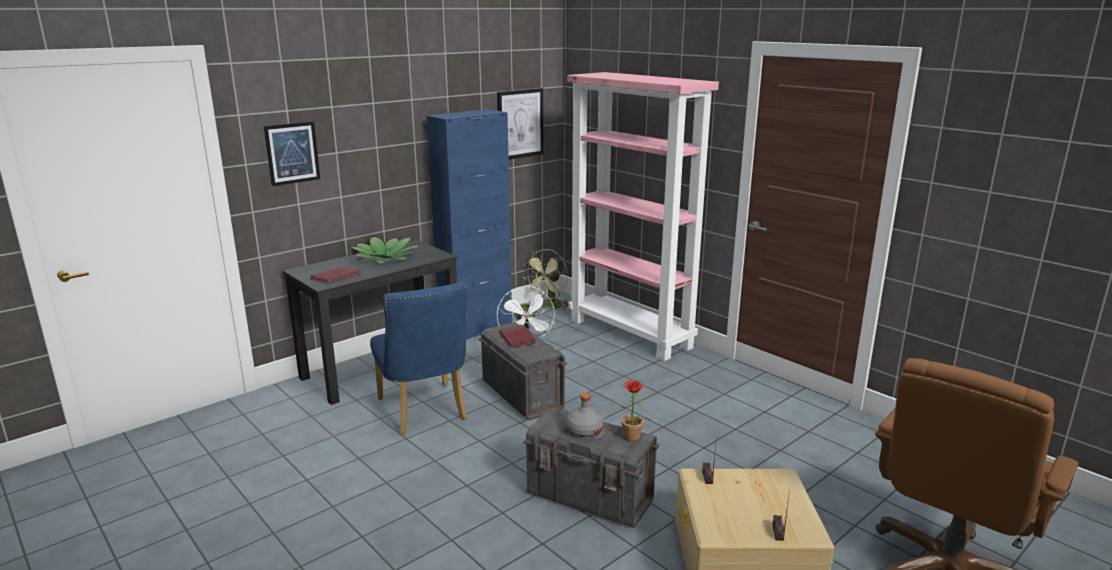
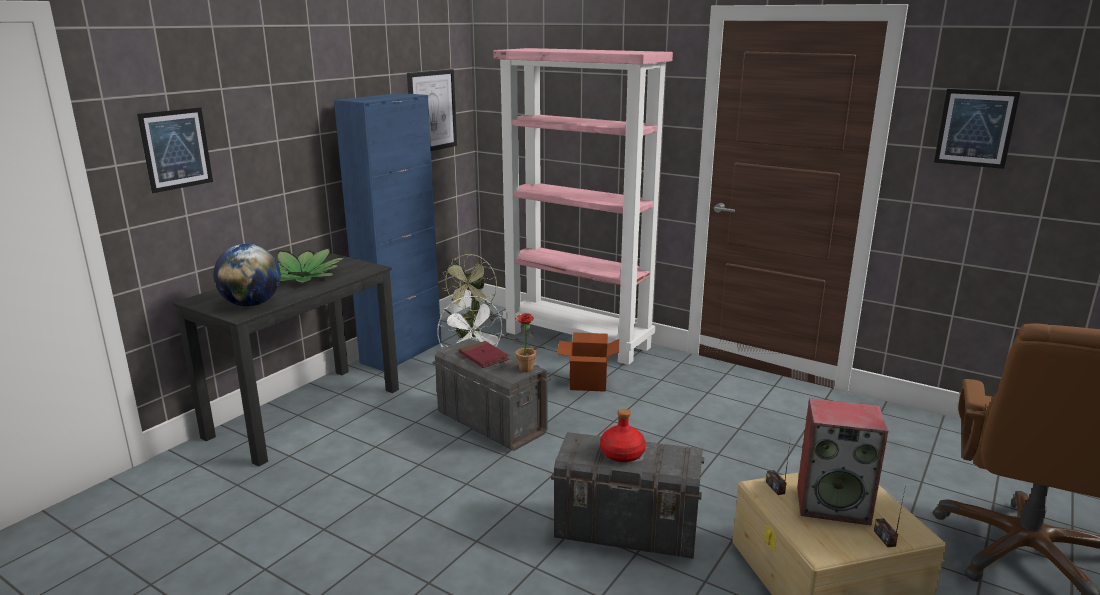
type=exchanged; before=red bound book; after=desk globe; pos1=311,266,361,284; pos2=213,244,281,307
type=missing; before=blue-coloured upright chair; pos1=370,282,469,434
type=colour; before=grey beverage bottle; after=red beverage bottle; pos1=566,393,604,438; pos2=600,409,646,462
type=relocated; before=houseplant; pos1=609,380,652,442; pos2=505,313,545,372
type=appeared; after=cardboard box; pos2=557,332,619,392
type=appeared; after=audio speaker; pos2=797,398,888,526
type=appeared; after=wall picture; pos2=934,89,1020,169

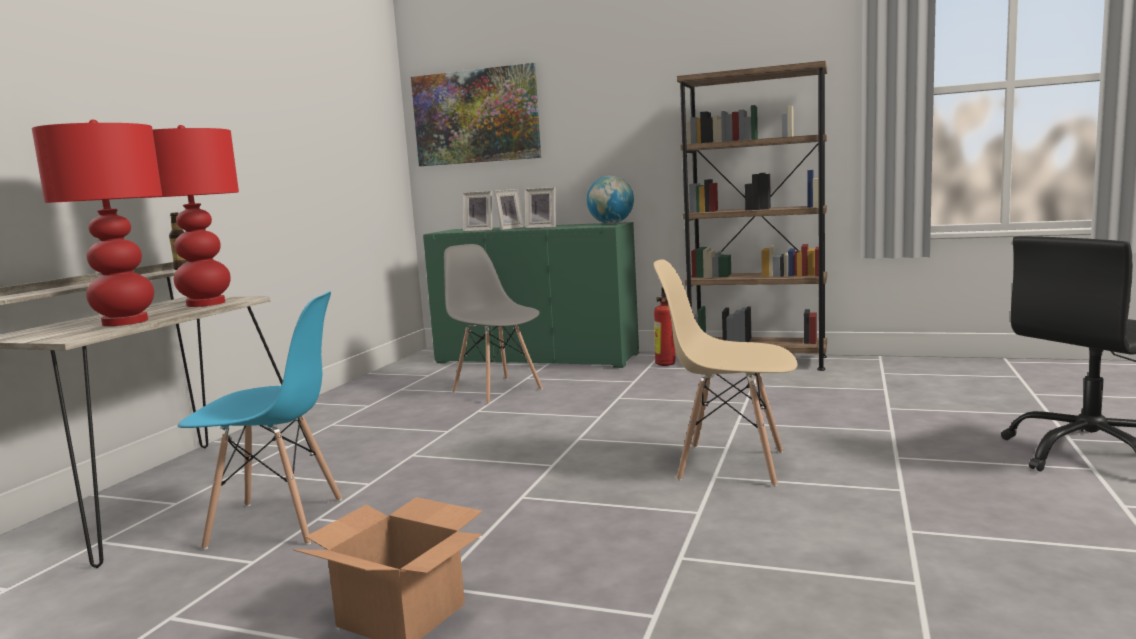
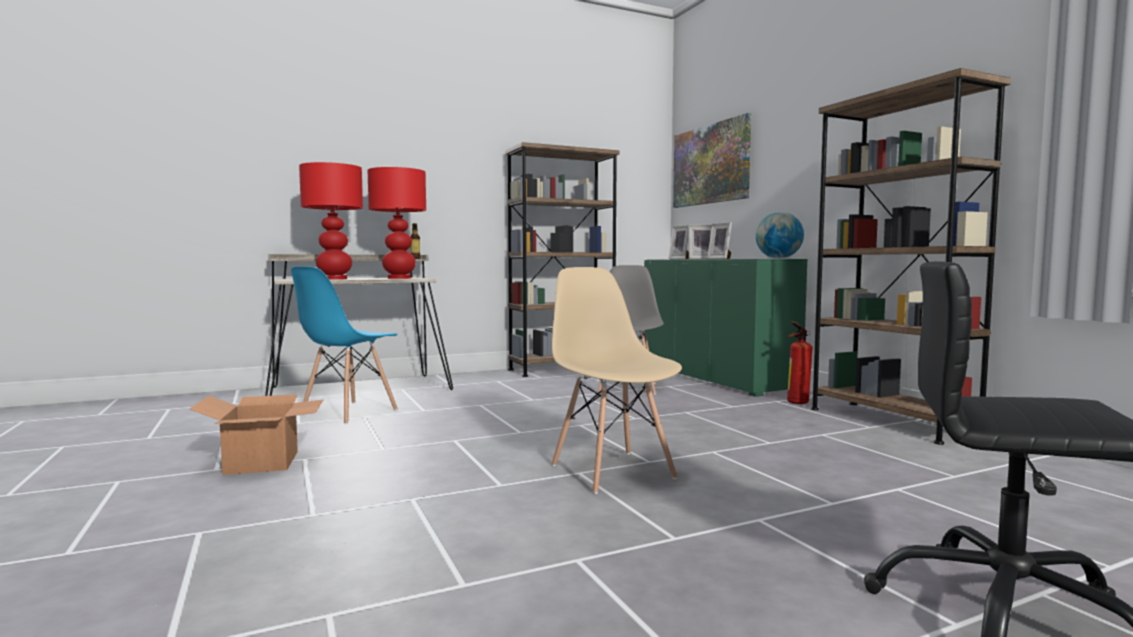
type=spun; before=blue-coloured upright chair; pos1=178,291,342,550; pos2=291,266,398,424; turn=75
type=appeared; after=brown bookcase; pos2=505,142,619,377

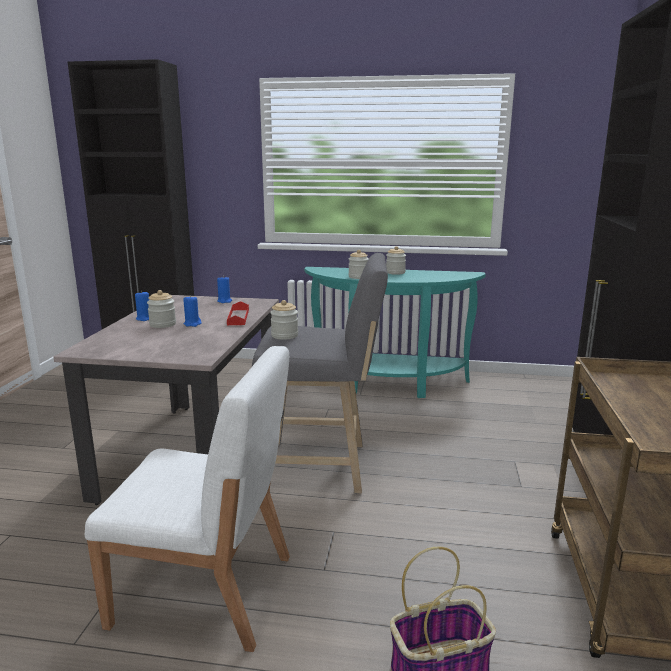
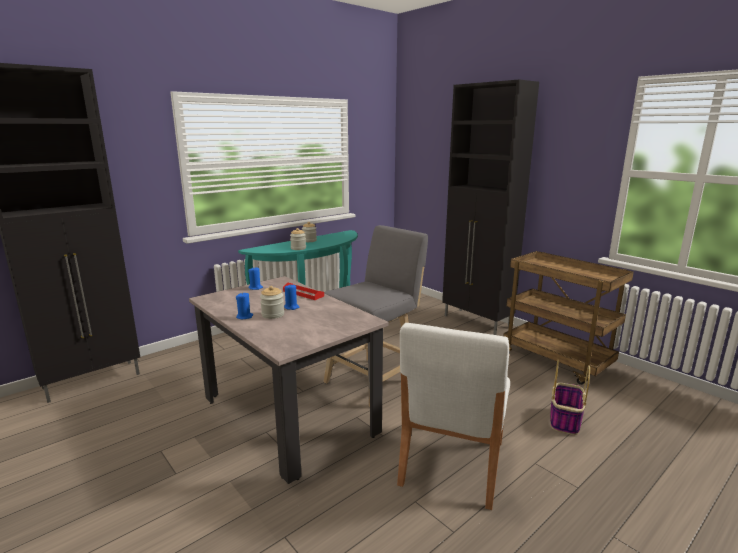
type=spun; before=white-coloured upright chair; pos1=85,346,290,652; pos2=397,323,510,510; turn=150
type=missing; before=preserve jar; pos1=270,300,298,340

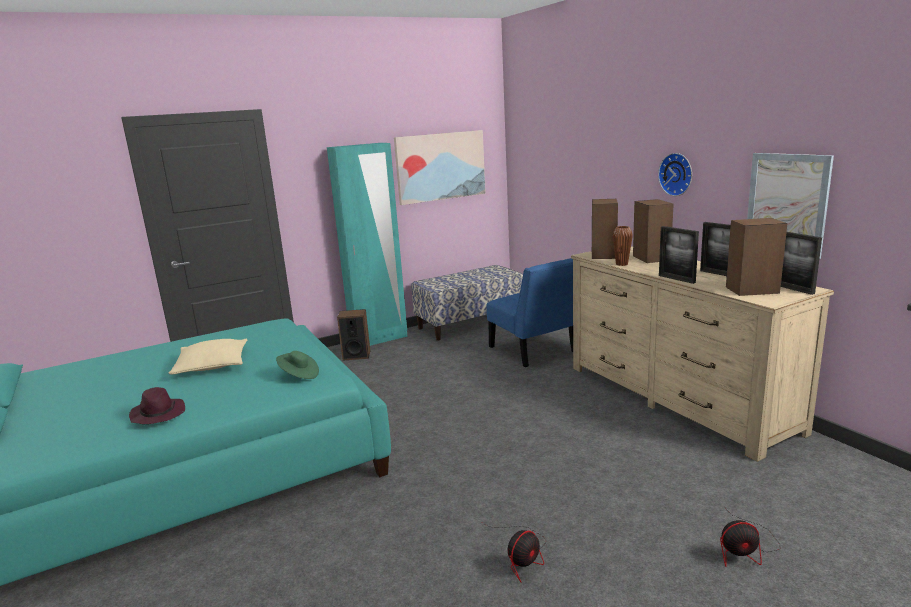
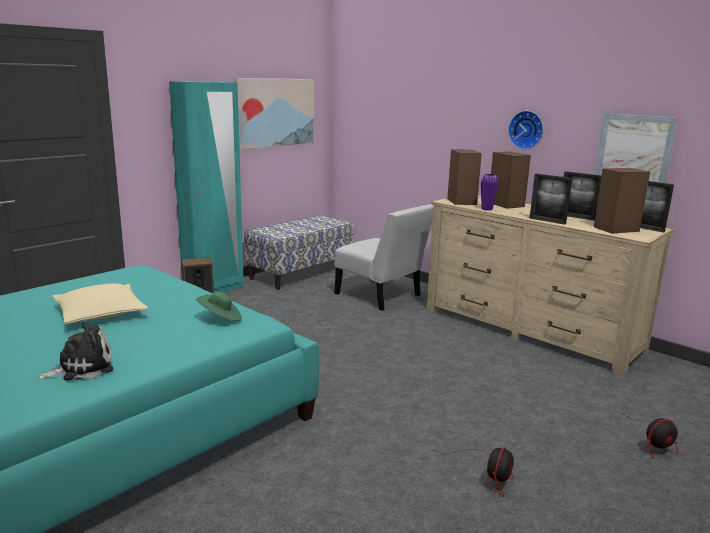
type=exchanged; before=purple wearable hat; after=plush toy; pos1=129,387,185,424; pos2=36,322,113,381
type=colour; before=blue-coloured upright chair; after=white-coloured upright chair; pos1=487,258,573,367; pos2=334,204,434,311
type=colour; before=brown flower vase; after=purple flower vase; pos1=613,226,633,266; pos2=481,174,499,211

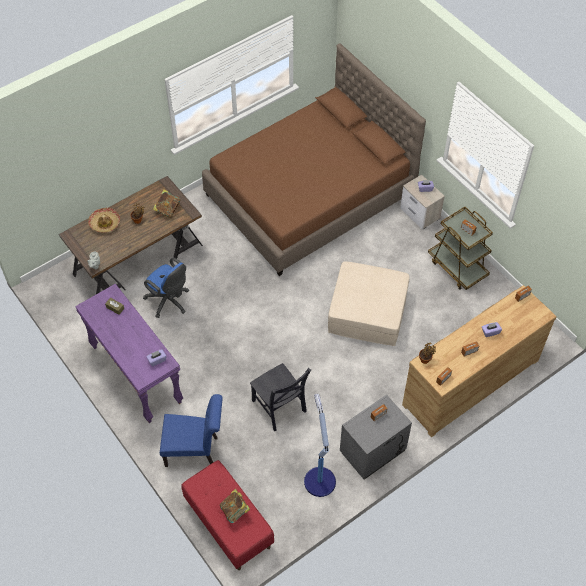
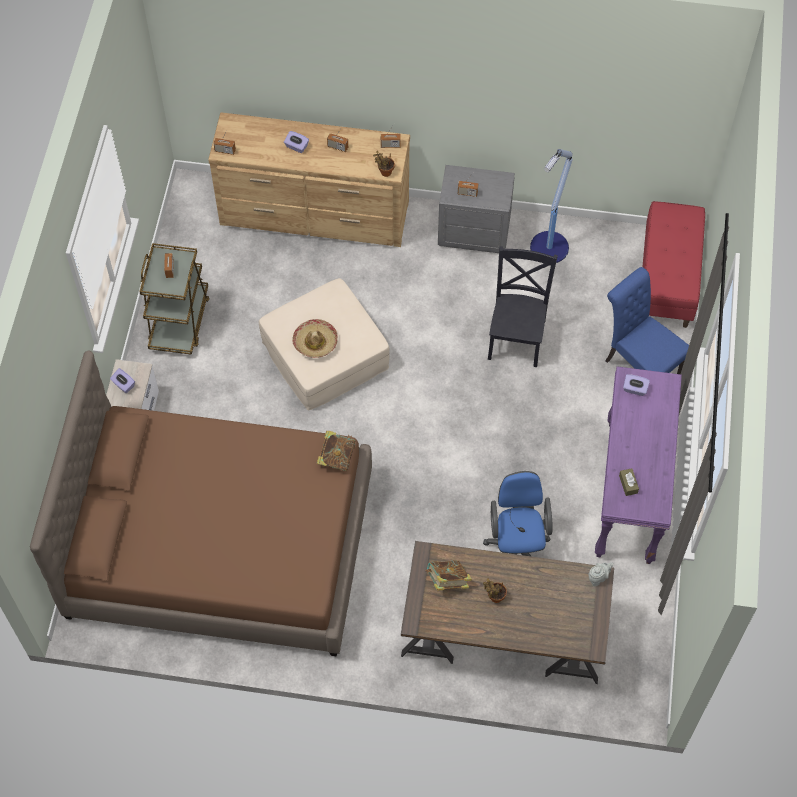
type=relocated; before=wearable hat; pos1=88,208,120,233; pos2=292,319,338,358
type=relocated; before=bound book; pos1=220,489,250,523; pos2=316,431,355,471

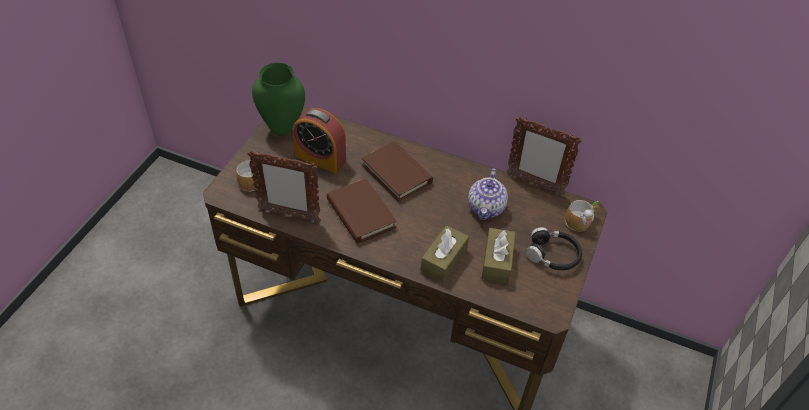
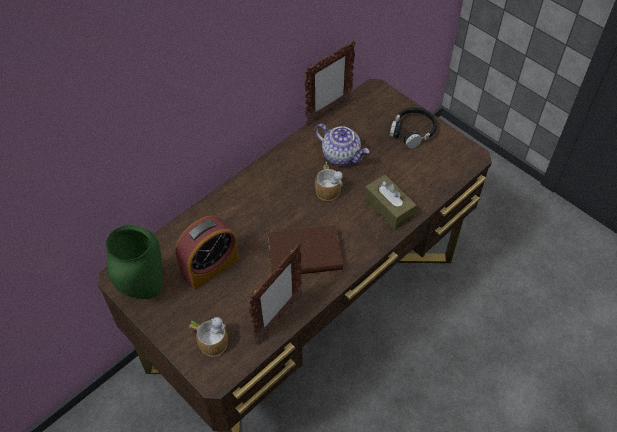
type=missing; before=brown bound book; pos1=362,142,433,202
type=missing; before=brown tissue holder; pos1=481,228,515,284
type=relocated; before=coffee mug; pos1=565,200,599,232; pos2=315,161,343,201

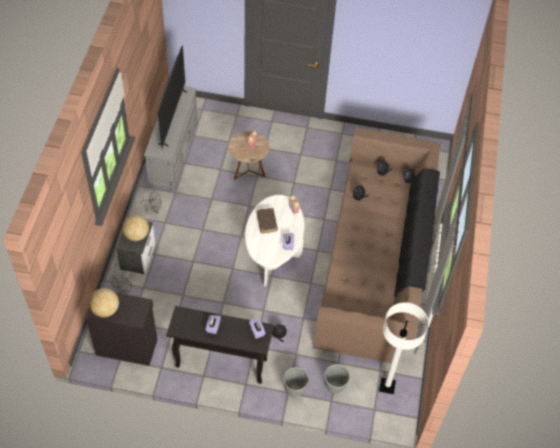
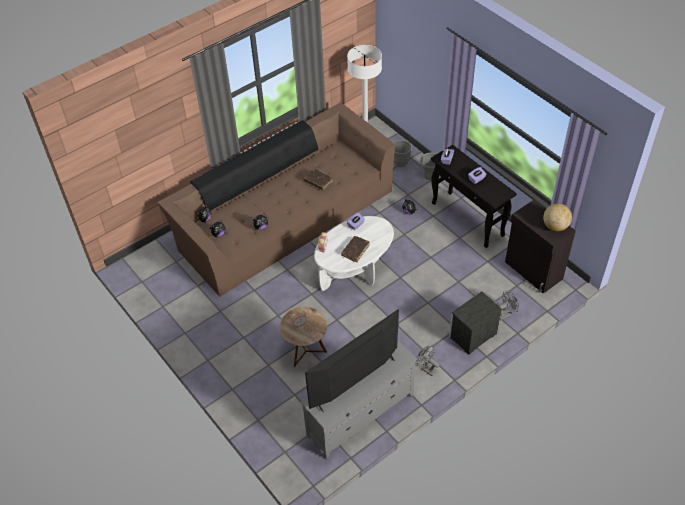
type=missing; before=desk globe; pos1=122,215,149,241
type=appeared; after=brown bound book; pos2=304,169,333,190

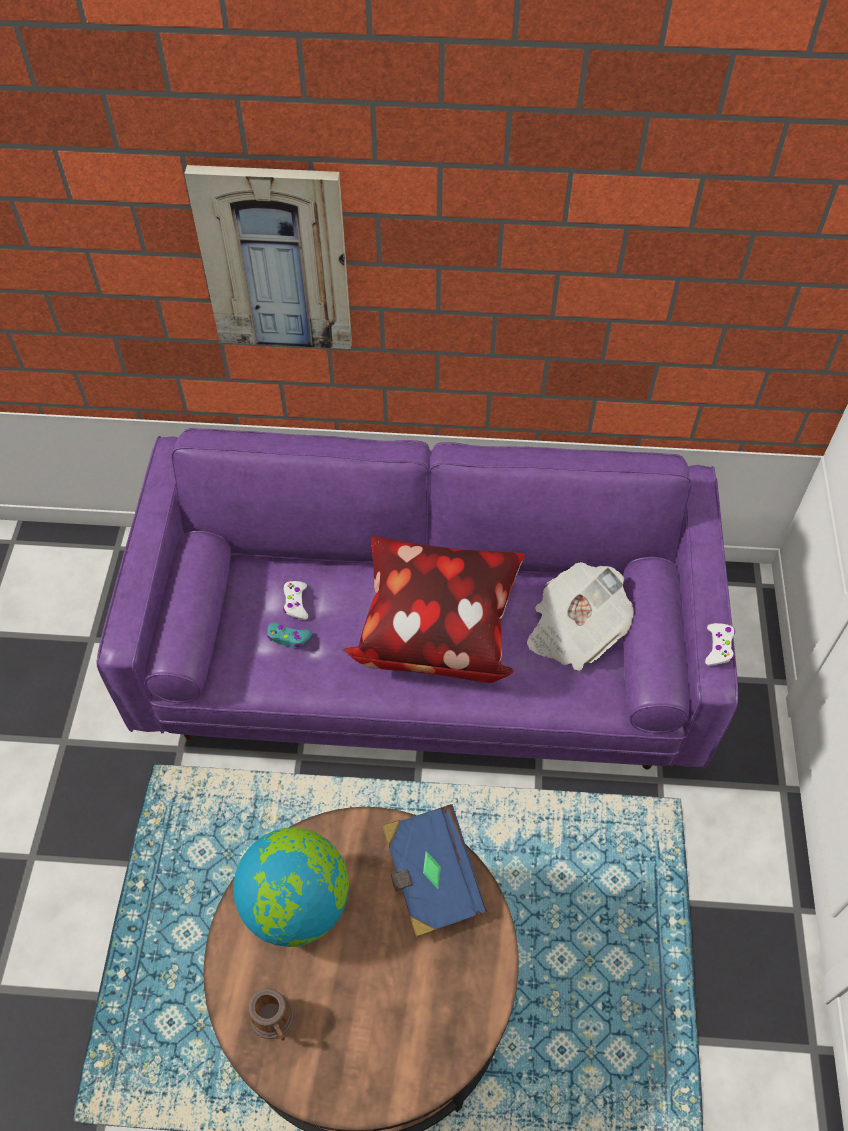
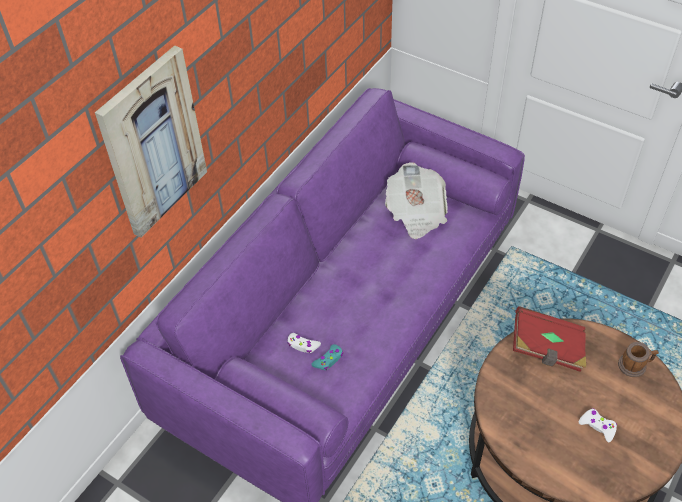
type=missing; before=desk globe; pos1=233,827,349,947
type=relocated; before=coffee mug; pos1=249,988,293,1041; pos2=618,342,659,377
type=missing; before=throw pillow; pos1=343,536,525,683
type=colour; before=blue-coloured bound book; after=red bound book; pos1=382,804,487,938; pos2=513,306,586,372
type=relocated; before=white-coloured joypad; pos1=705,623,735,666; pos2=579,408,617,442

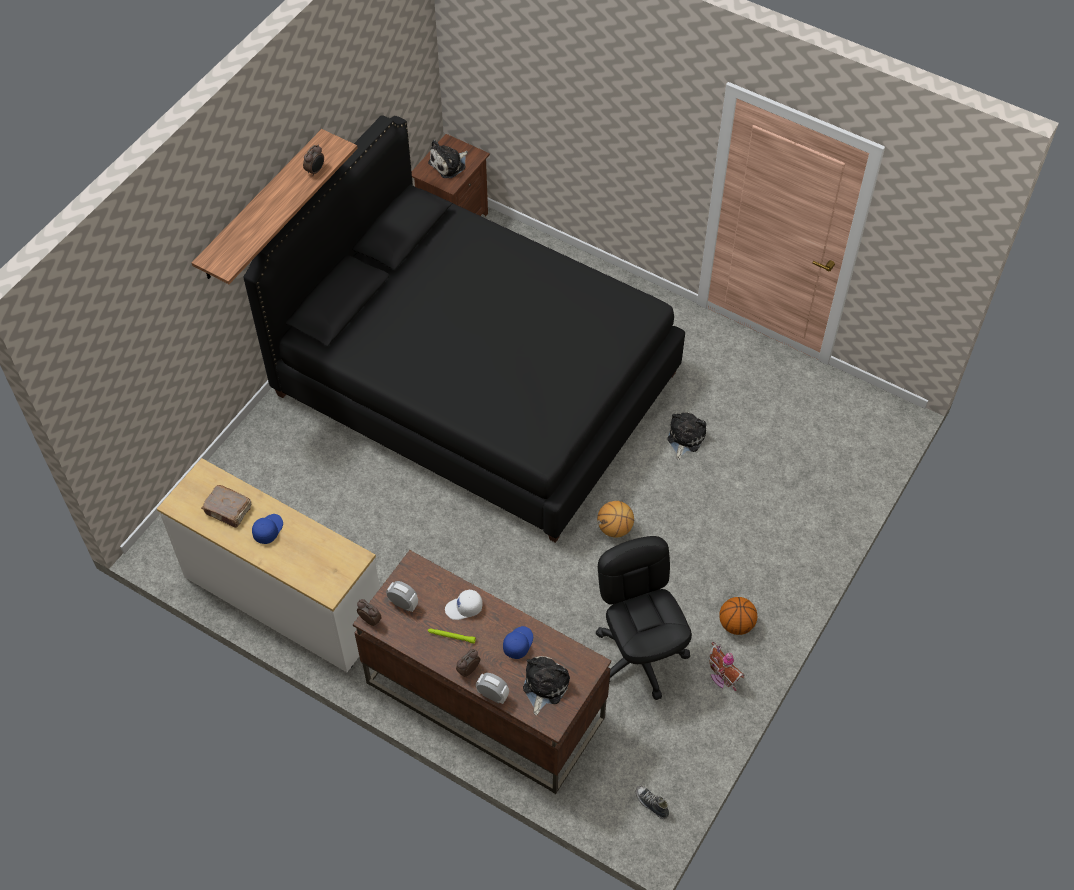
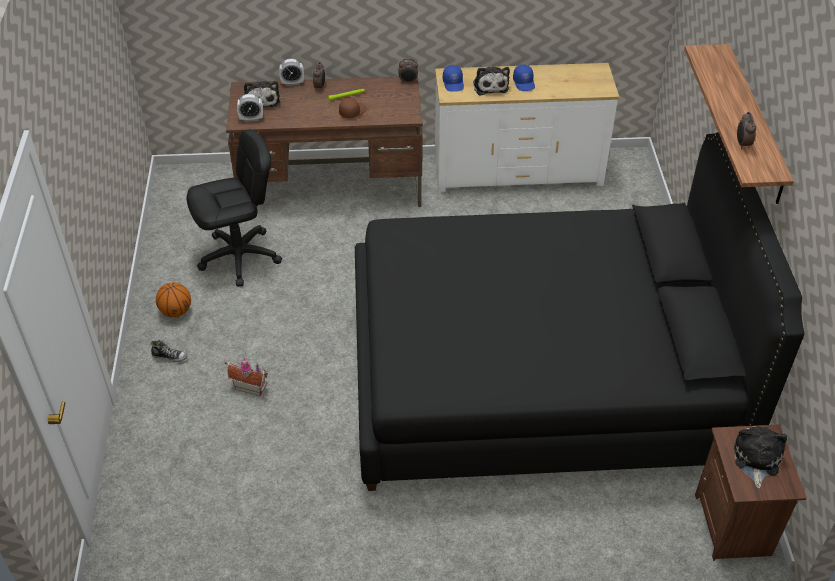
type=missing; before=brown bound book; pos1=201,485,251,528
type=relocated; before=table clock; pos1=386,581,418,612; pos2=237,94,263,122
type=colour; before=white-coloured cap; after=brown cap; pos1=445,590,482,620; pos2=339,98,366,119
type=relocated; before=blue-coloured cap; pos1=503,626,533,659; pos2=443,65,464,92
type=spun; before=blackish computer chair; pos1=596,536,692,700; pos2=187,129,282,287; turn=-60
type=missing; before=basketball ball; pos1=597,501,634,538
type=relocated; before=low shoe; pos1=636,786,669,819; pos2=150,340,187,362
type=relocated; before=plush toy; pos1=667,412,706,460; pos2=473,67,510,95
type=relocated; before=miniature house; pos1=709,642,744,691; pos2=225,359,268,396

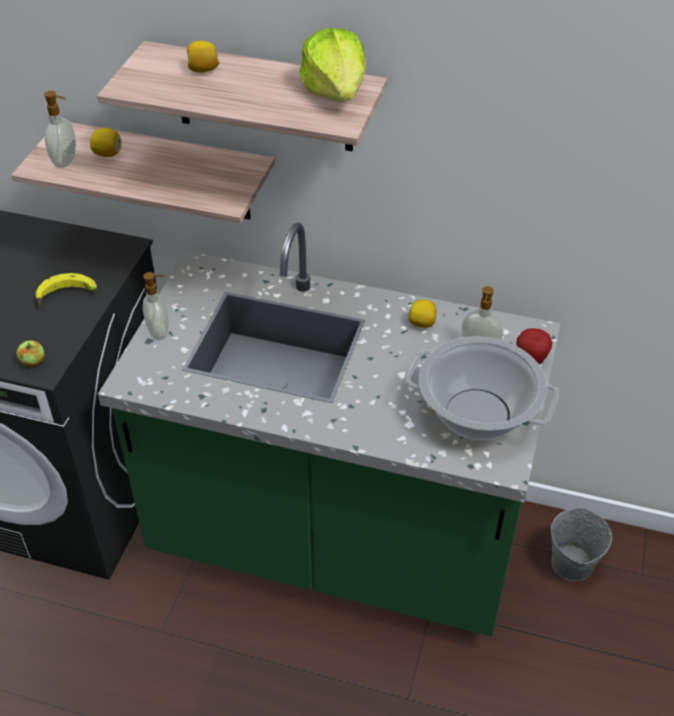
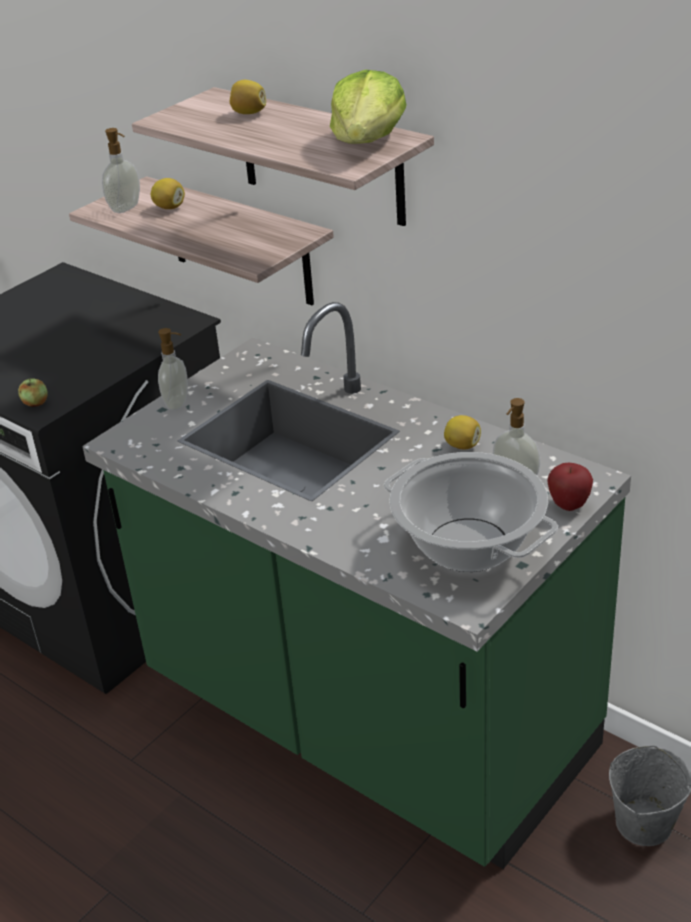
type=missing; before=whole banana; pos1=35,273,97,307

